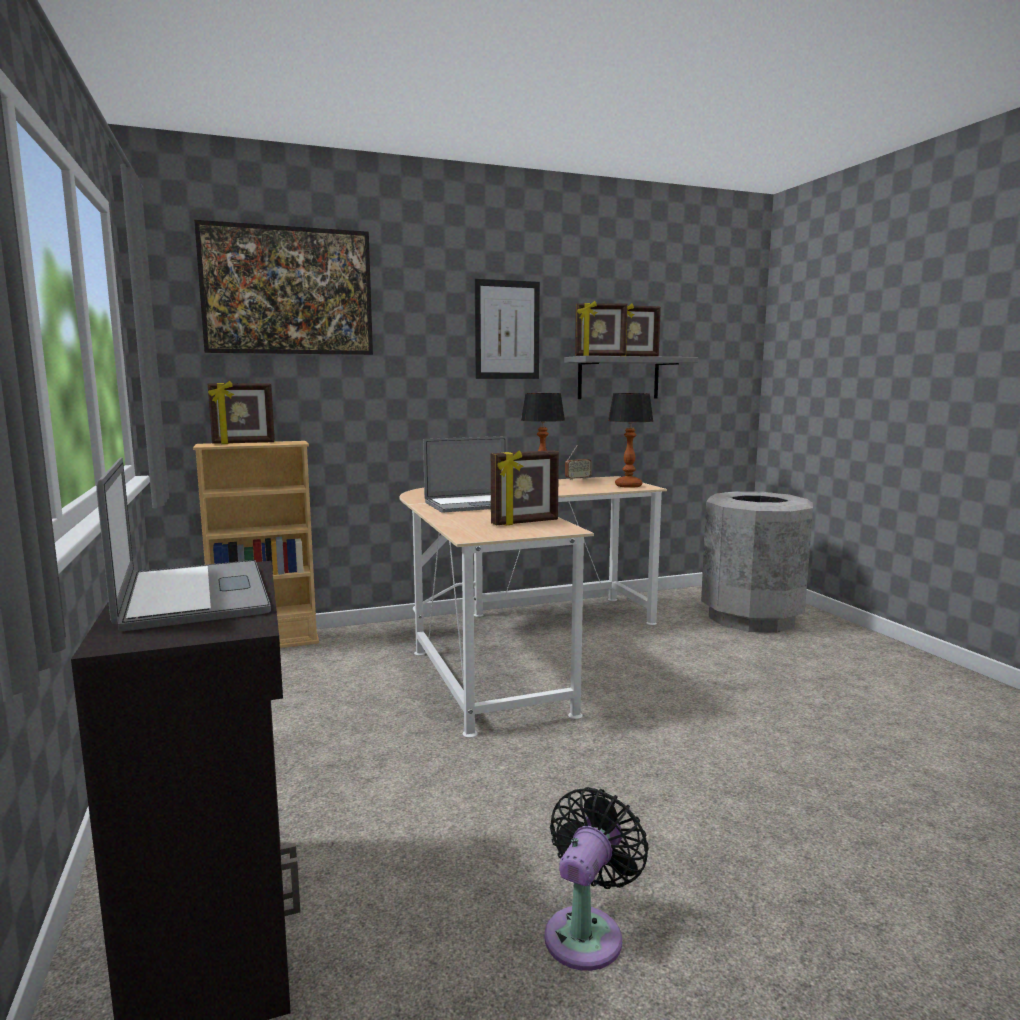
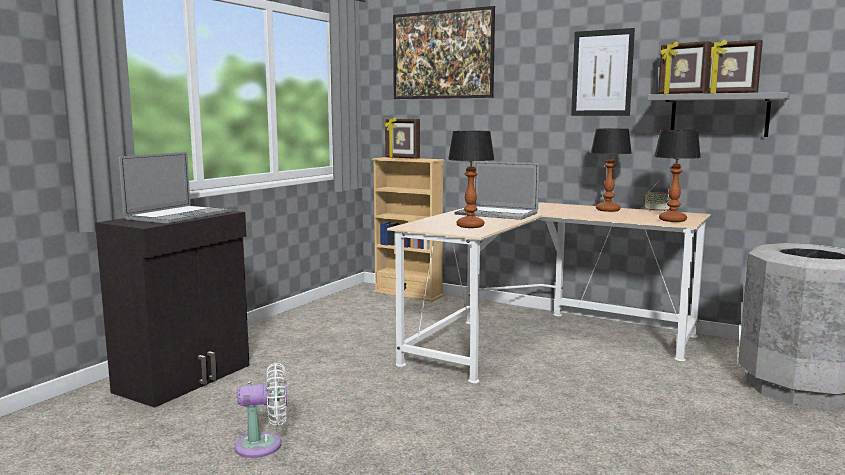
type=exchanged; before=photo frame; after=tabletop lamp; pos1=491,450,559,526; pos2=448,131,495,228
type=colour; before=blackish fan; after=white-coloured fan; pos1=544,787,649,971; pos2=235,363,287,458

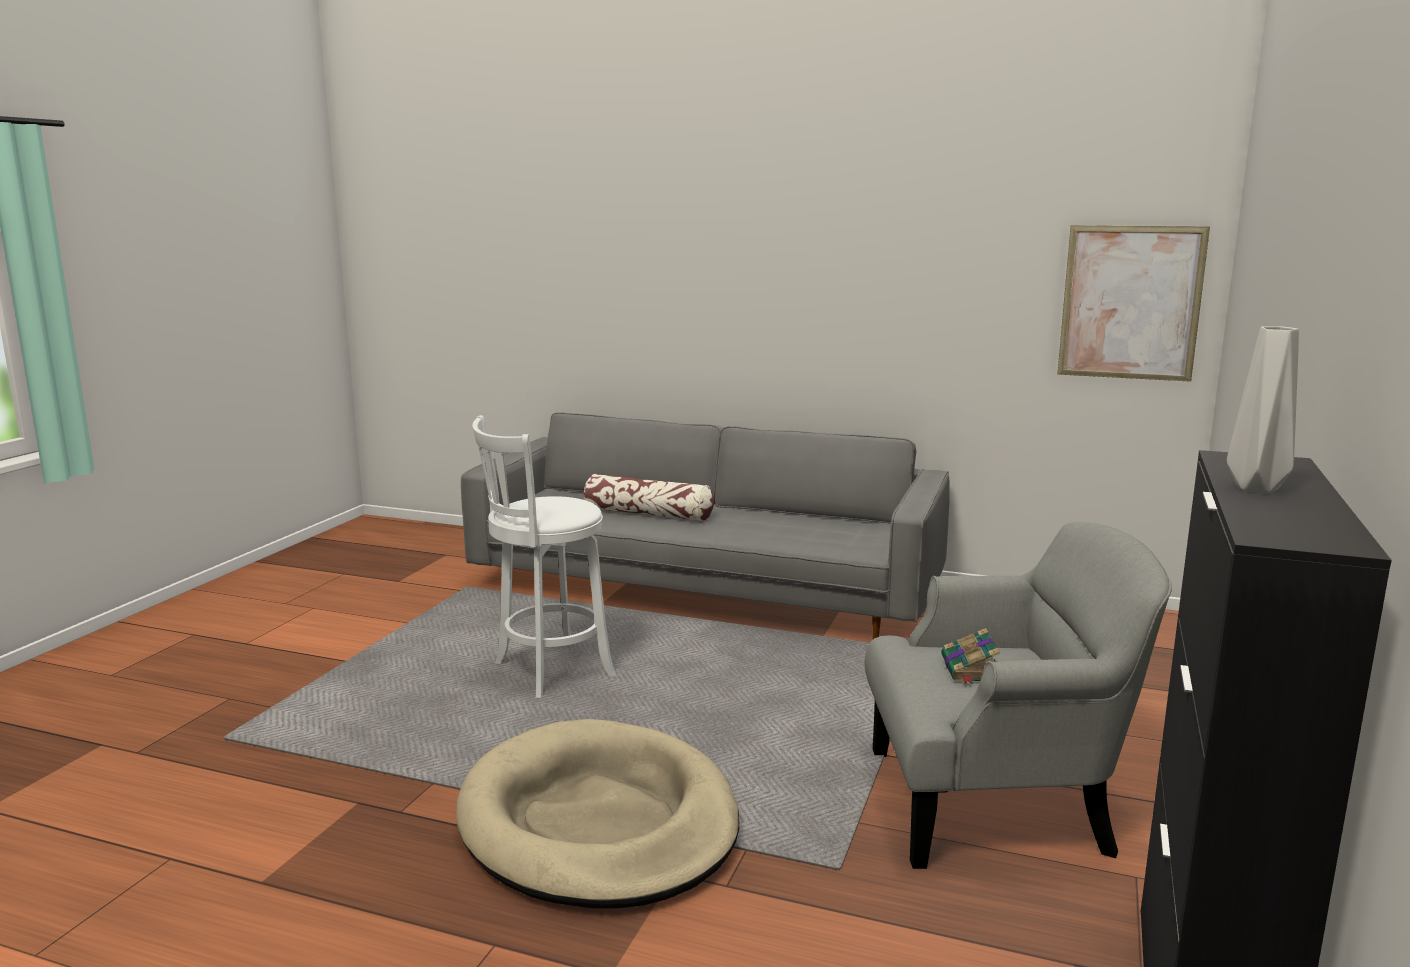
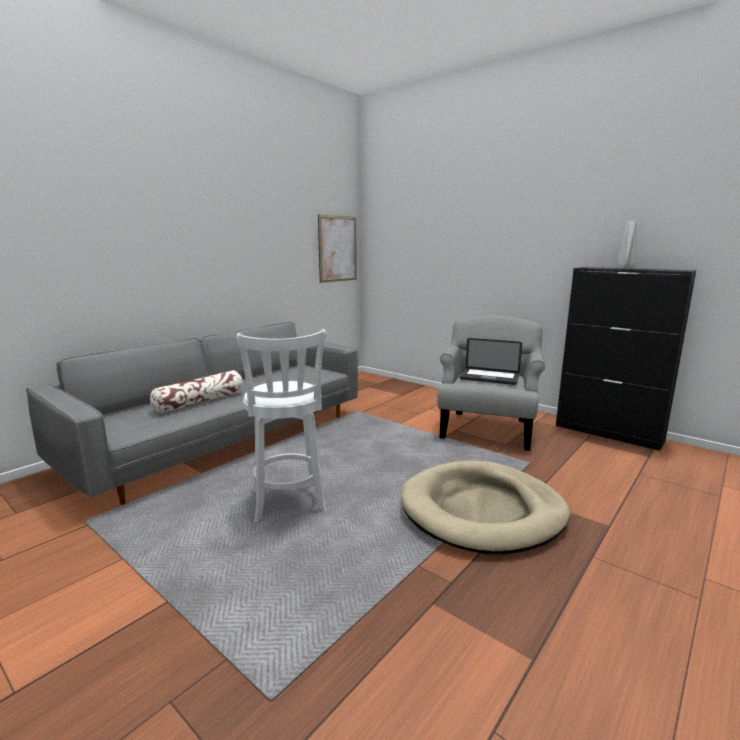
type=exchanged; before=bound book; after=notebook computer; pos1=941,628,1000,684; pos2=460,338,522,385

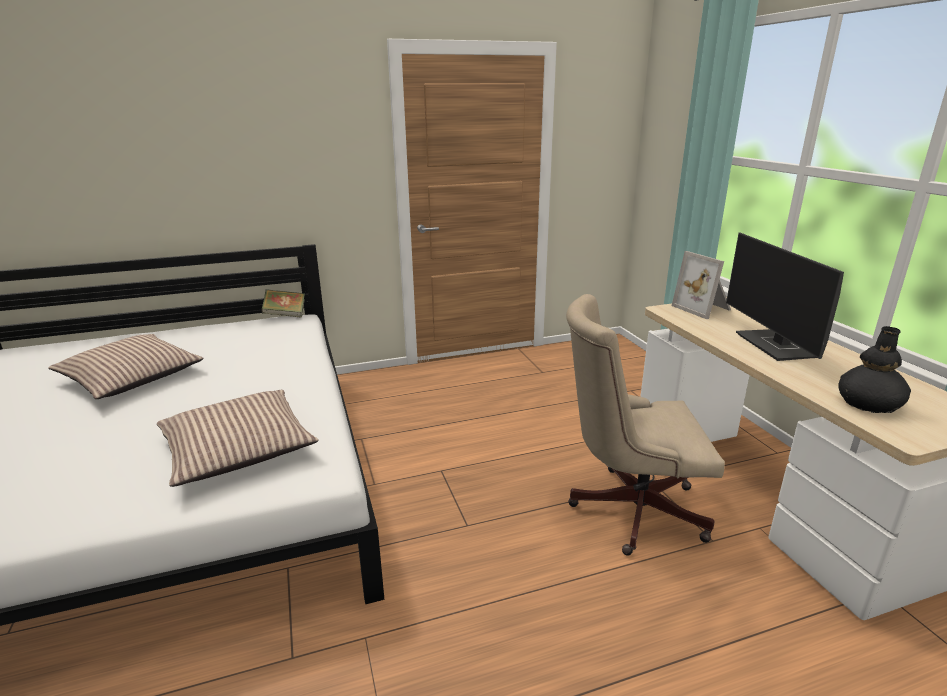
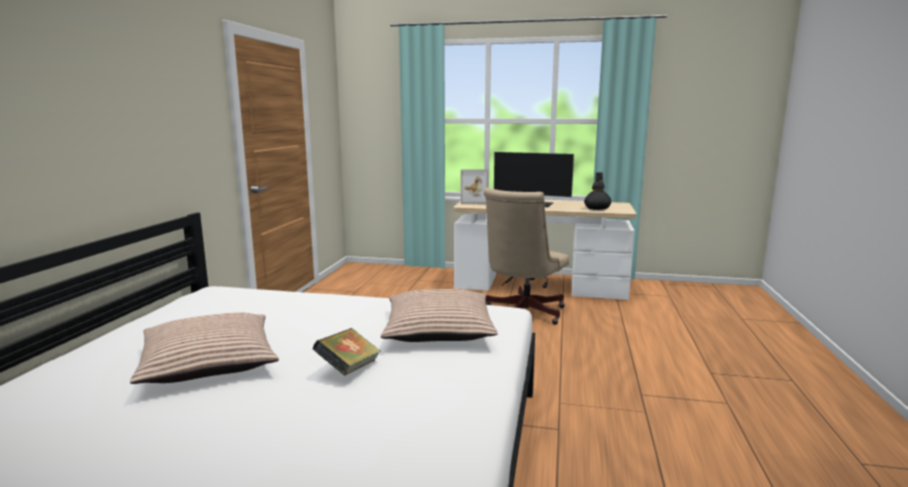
type=relocated; before=bound book; pos1=262,289,305,318; pos2=312,328,381,376

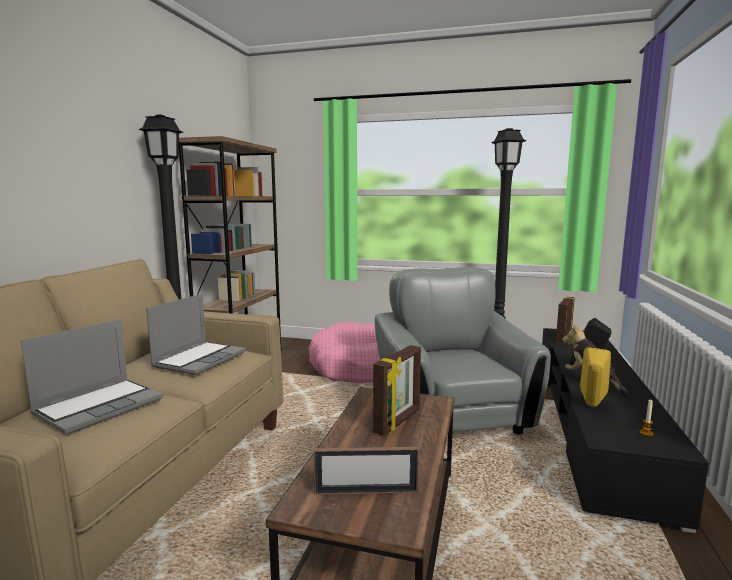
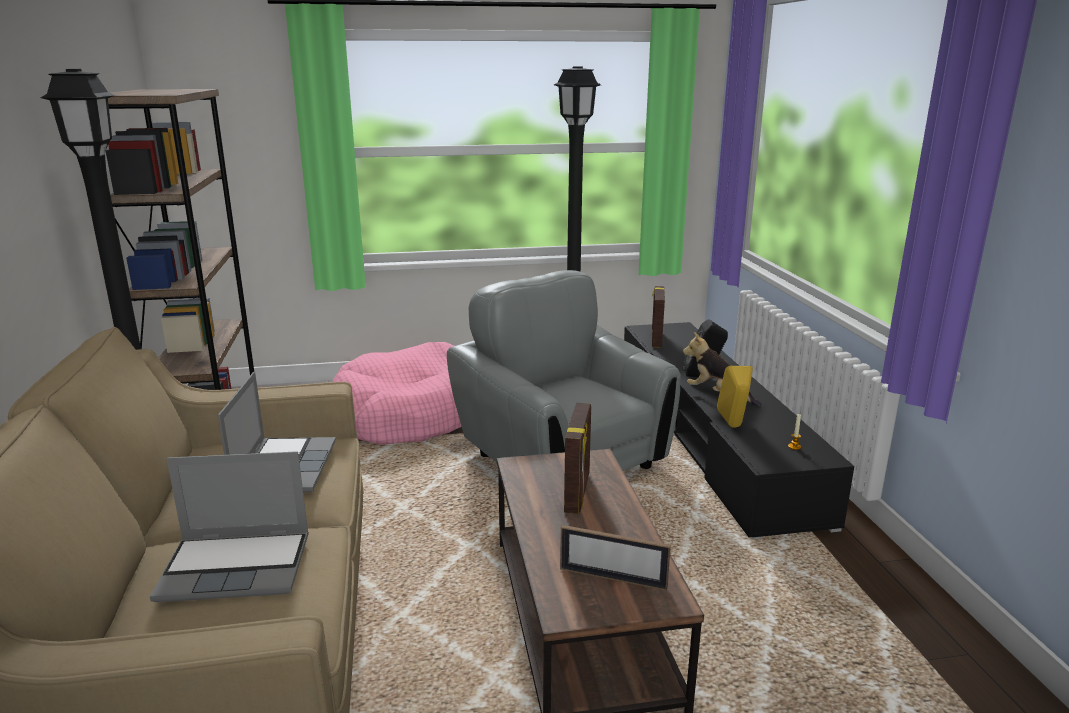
type=spun; before=notebook computer; pos1=21,319,163,434; pos2=150,451,309,602; turn=75
type=spun; before=photo frame; pos1=313,447,419,495; pos2=560,525,671,591; turn=45

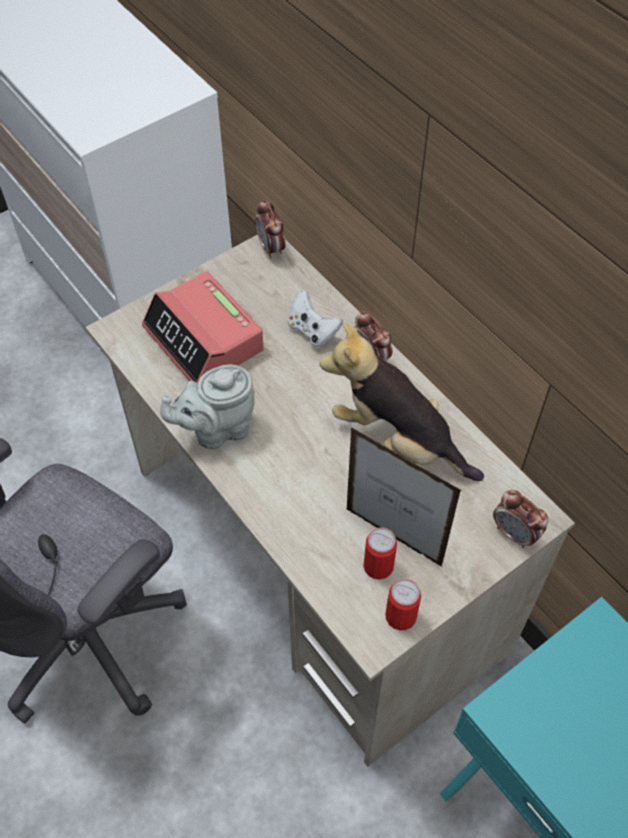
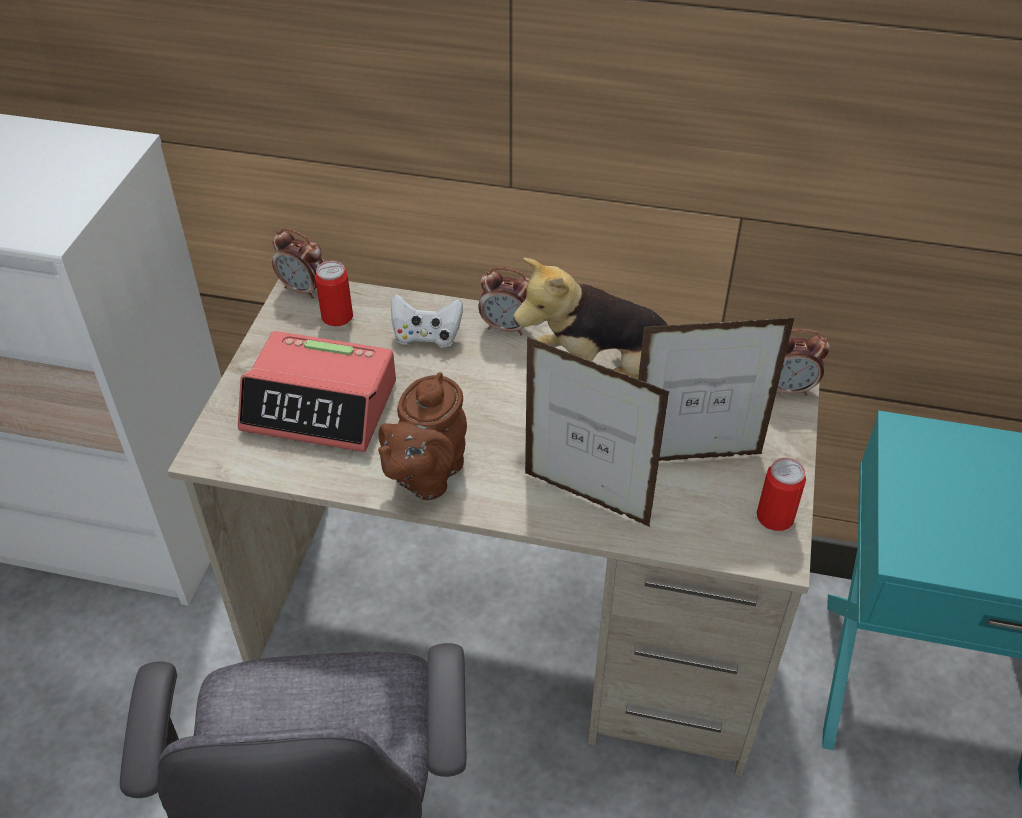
type=colour; before=grey teapot; after=brown teapot; pos1=160,364,255,449; pos2=378,372,467,500
type=relocated; before=metal can; pos1=363,527,397,579; pos2=315,261,353,326
type=appeared; after=photo frame; pos2=525,337,670,527

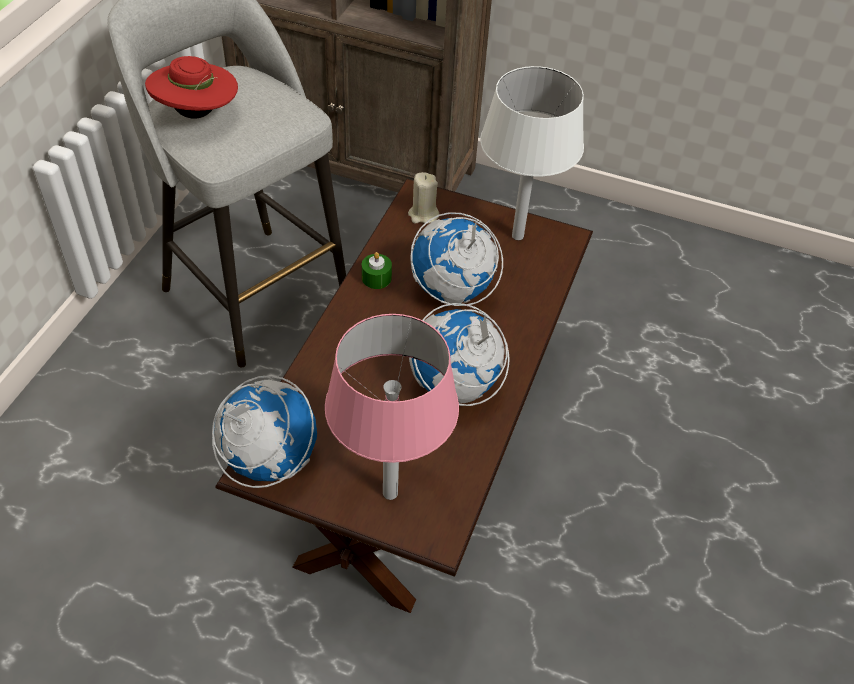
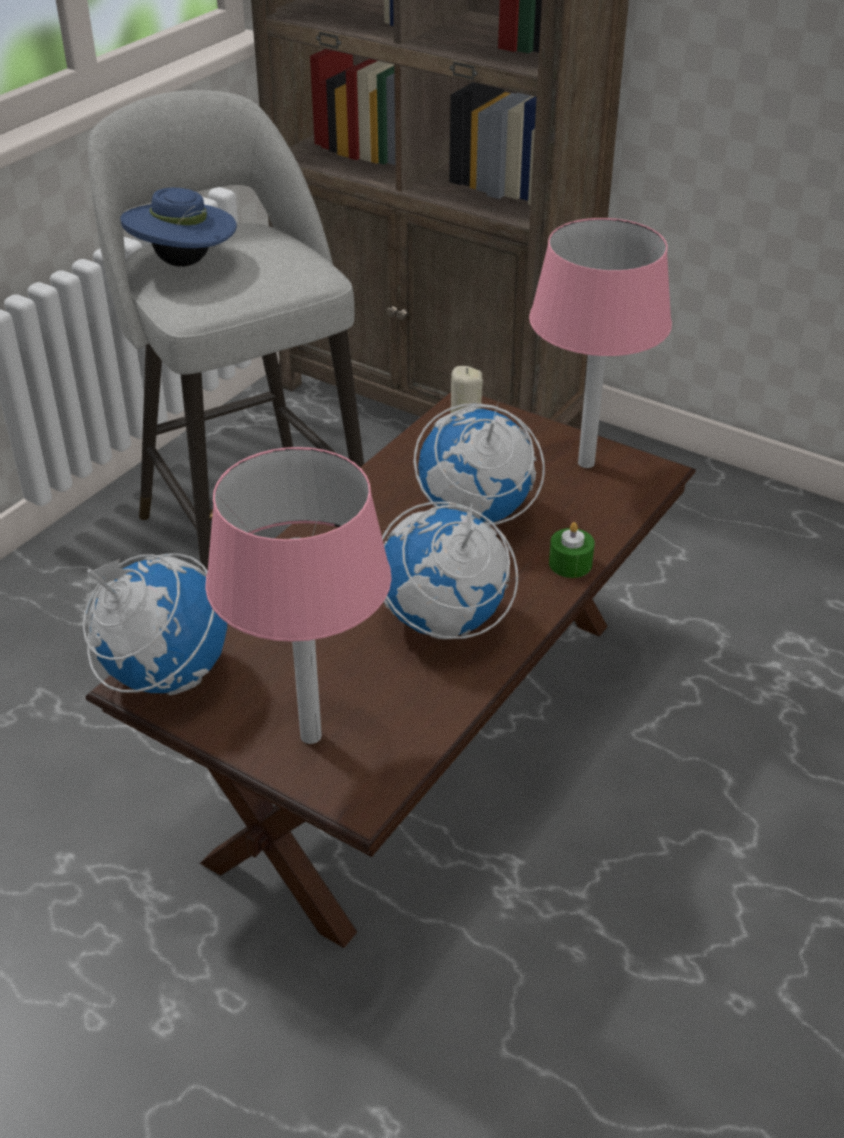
type=colour; before=red wearable hat; after=blue-coloured wearable hat; pos1=145,56,238,119; pos2=120,187,237,267
type=relocated; before=greenish wax candle; pos1=362,252,392,289; pos2=549,522,595,578
type=colour; before=white-coloured tabletop lamp; after=pink-coloured tabletop lamp; pos1=480,66,584,240; pos2=529,218,672,468

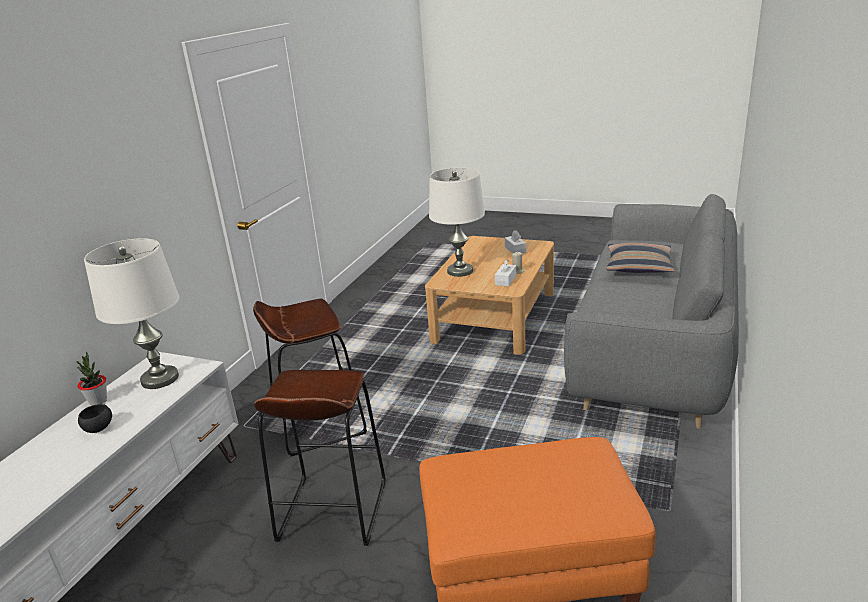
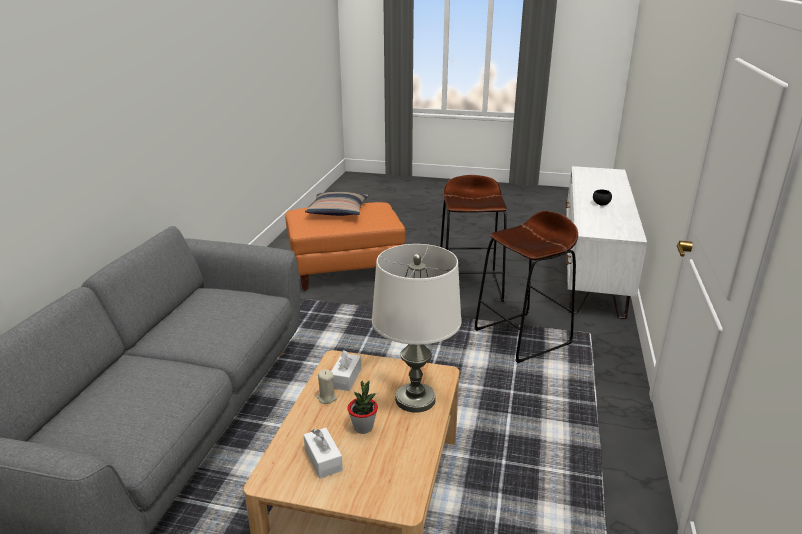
type=relocated; before=houseplant; pos1=76,352,107,406; pos2=347,381,378,434
type=missing; before=white-coloured tabletop lamp; pos1=84,238,179,389
type=relocated; before=throw pillow; pos1=606,243,675,273; pos2=305,192,368,216

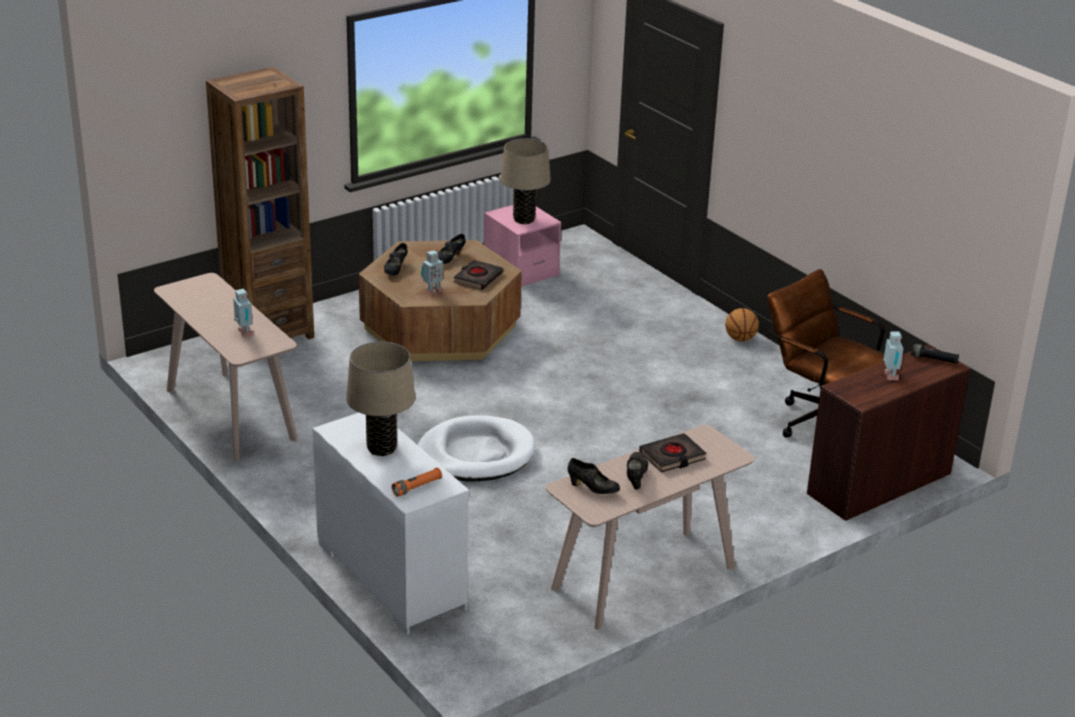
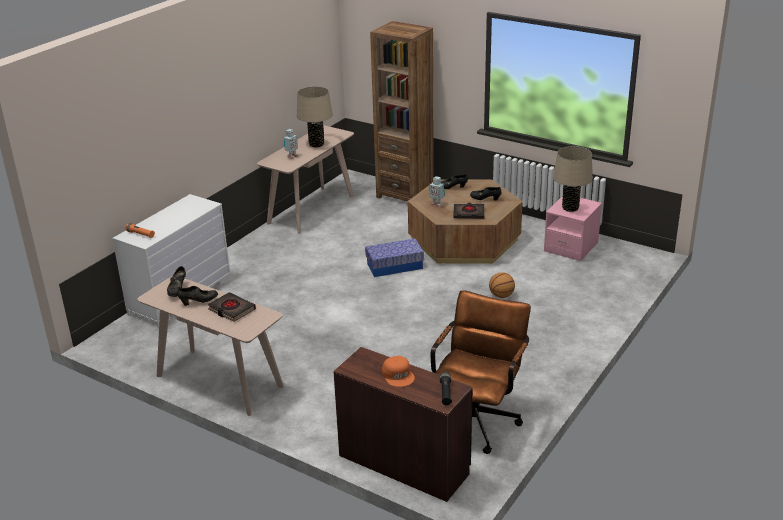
type=relocated; before=beige tabletop lamp; pos1=346,342,415,456; pos2=297,86,333,147
type=missing; before=white-coloured pet bed; pos1=418,415,535,482
type=relocated; before=basketball ball; pos1=725,308,759,341; pos2=489,272,515,298
type=exchanged; before=toy robot; after=orangey cap; pos1=882,331,903,380; pos2=382,356,415,387
type=appeared; after=storage box; pos2=365,238,424,277

